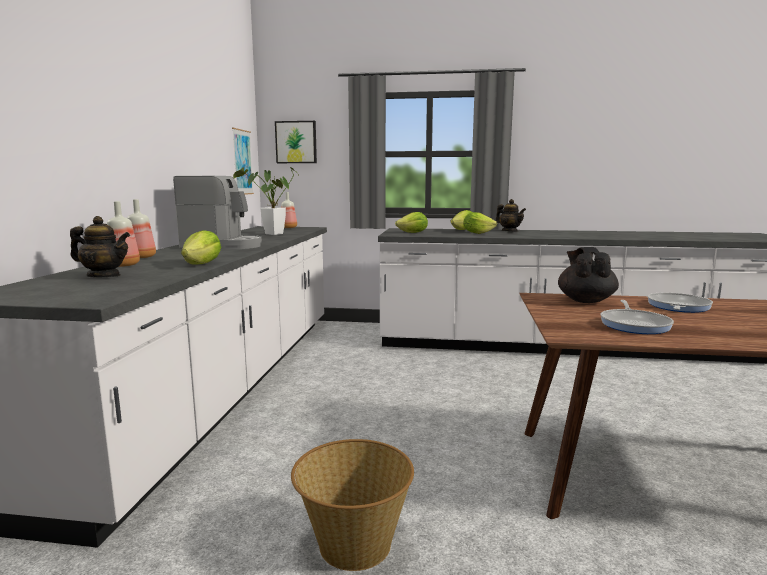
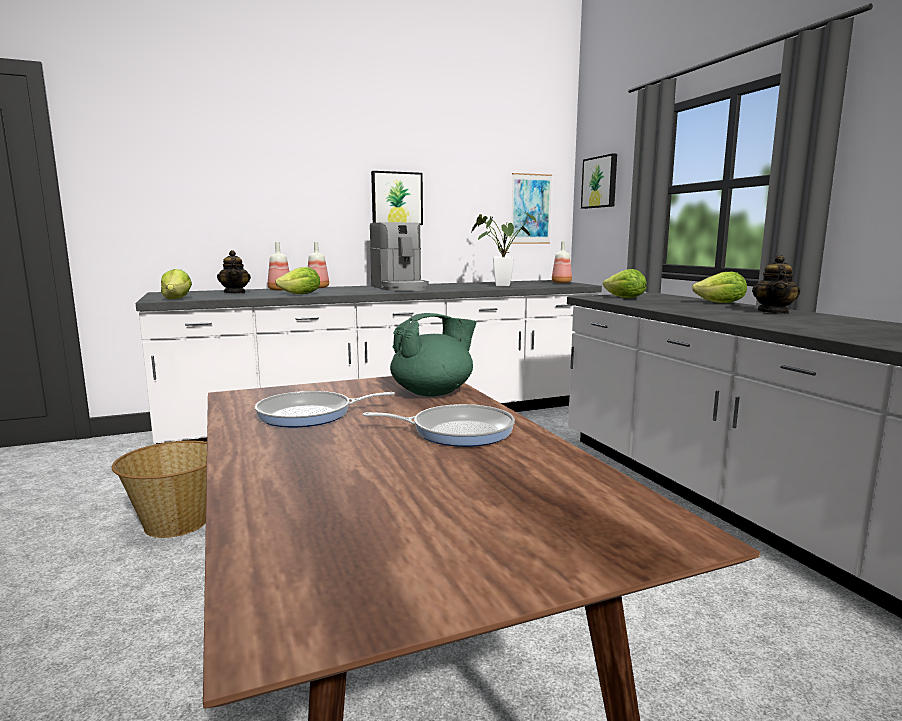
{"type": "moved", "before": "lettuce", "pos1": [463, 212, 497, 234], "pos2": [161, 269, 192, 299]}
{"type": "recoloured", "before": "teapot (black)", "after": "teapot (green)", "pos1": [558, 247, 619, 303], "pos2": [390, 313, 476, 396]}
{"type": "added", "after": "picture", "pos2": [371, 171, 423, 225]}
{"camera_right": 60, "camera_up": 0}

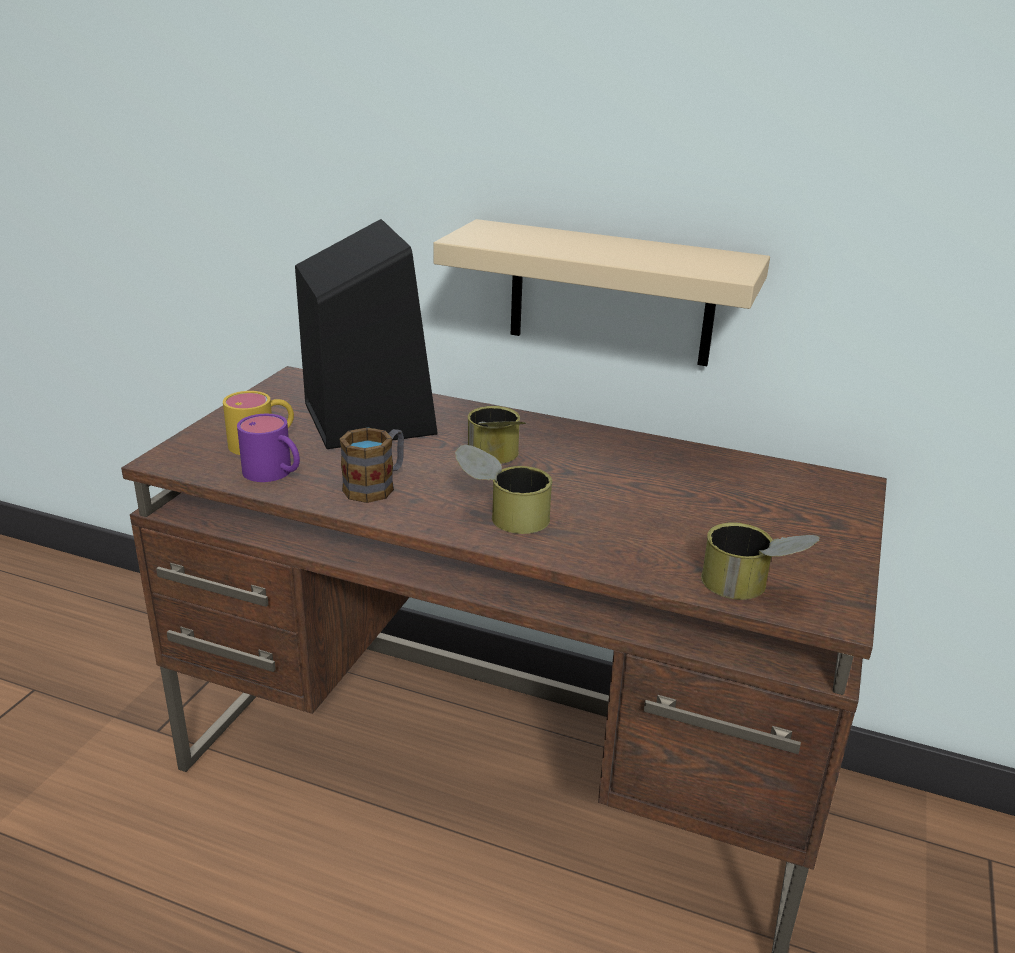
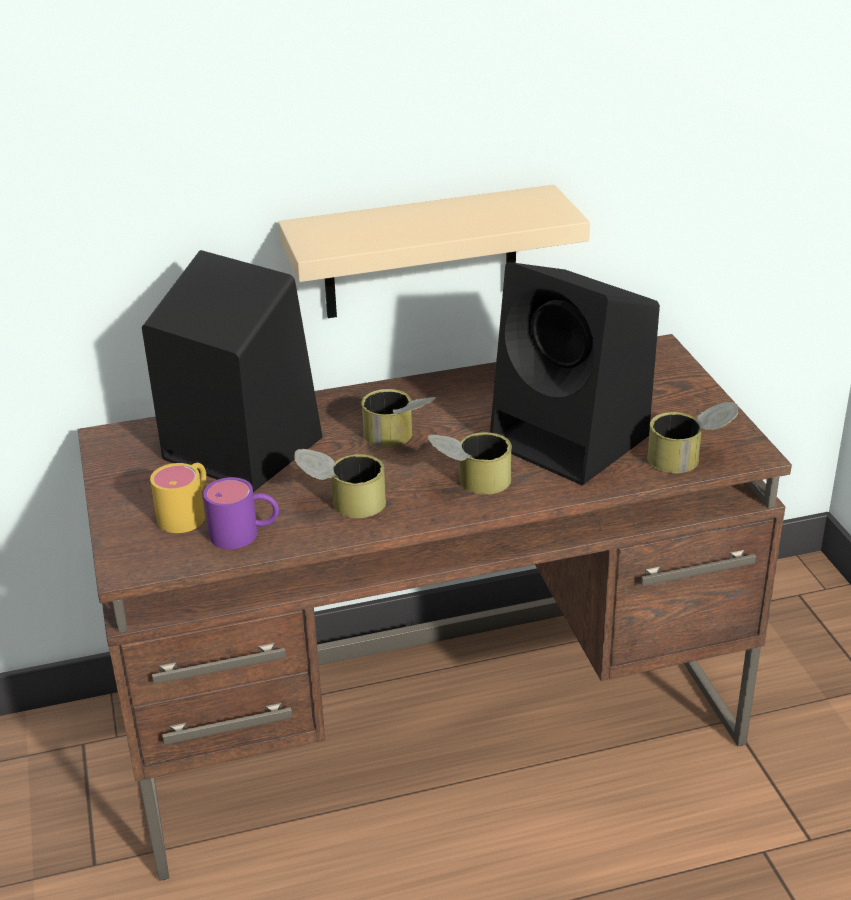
{"type": "replaced", "before": "mug", "after": "can", "pos1": [339, 427, 404, 503], "pos2": [294, 449, 386, 518]}
{"type": "added", "after": "speaker (black)", "pos2": [490, 262, 660, 485]}
{"camera_right": -35, "camera_up": 5}

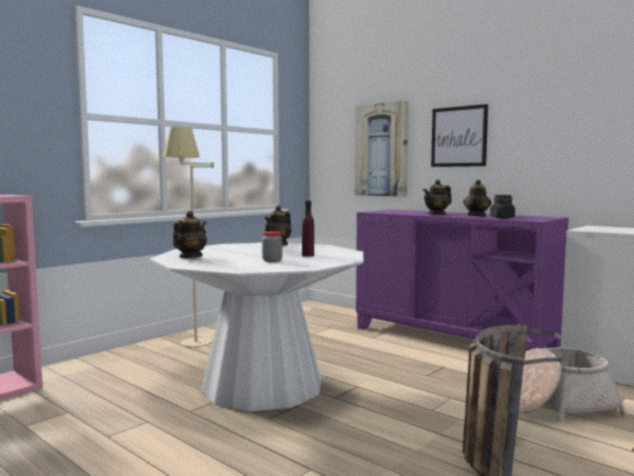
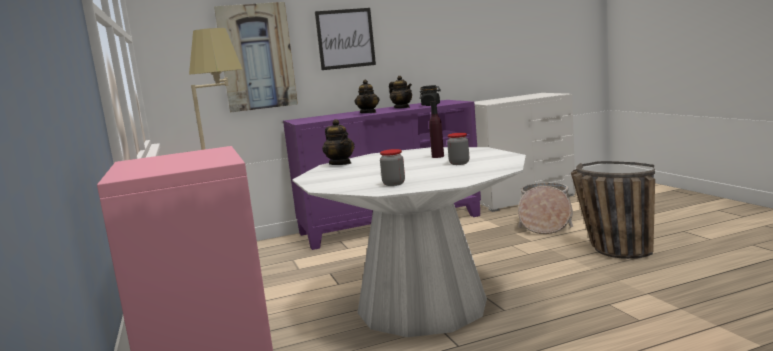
{"type": "replaced", "before": "teapot", "after": "jar", "pos1": [173, 211, 207, 258], "pos2": [380, 149, 405, 186]}
{"camera_right": -60, "camera_up": 5}

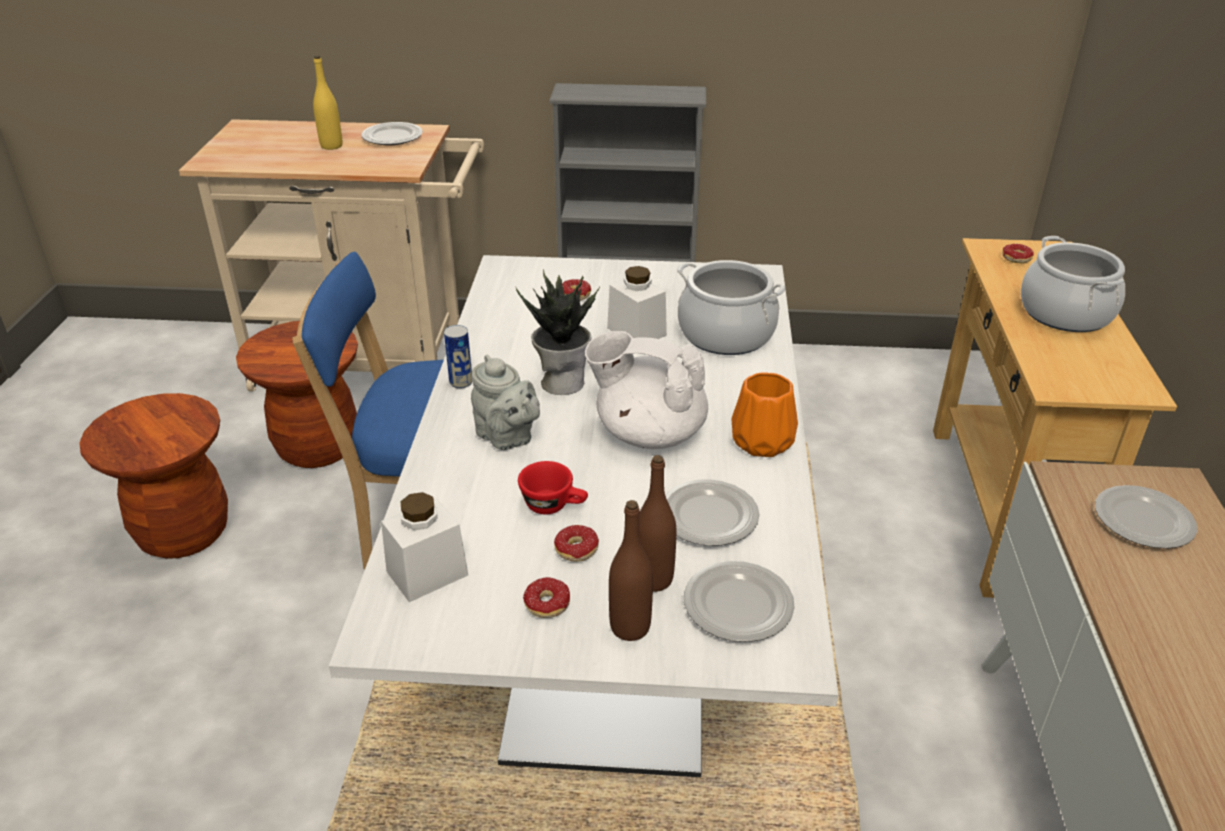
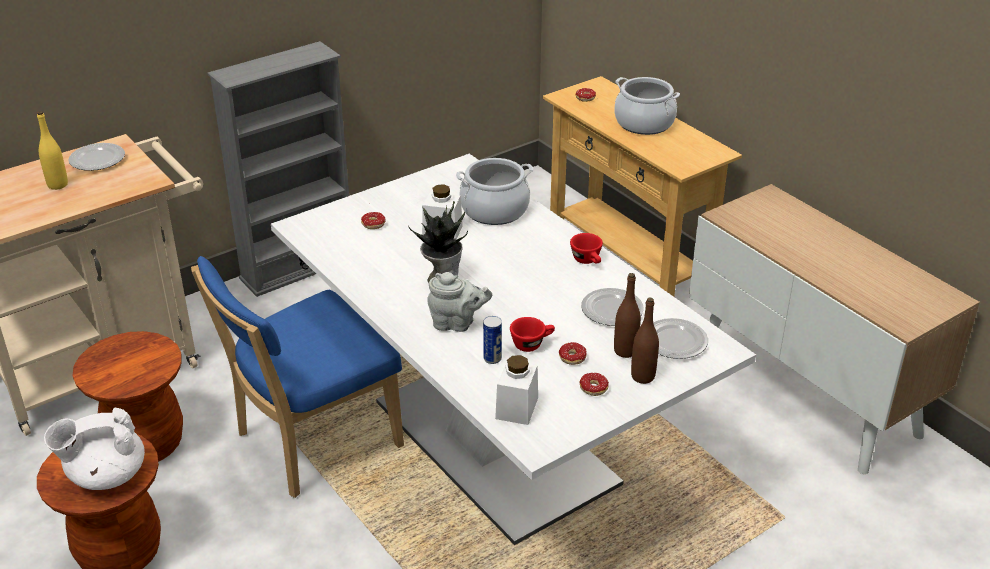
{"type": "moved", "before": "can", "pos1": [444, 325, 472, 389], "pos2": [483, 316, 502, 364]}
{"type": "moved", "before": "teapot (white)", "pos1": [585, 331, 708, 449], "pos2": [44, 408, 145, 490]}
{"type": "replaced", "before": "vase (orange)", "after": "cup (red)", "pos1": [731, 372, 798, 457], "pos2": [570, 233, 603, 264]}
{"type": "removed", "before": "plate", "pos1": [1095, 485, 1197, 549]}
{"camera_right": -40, "camera_up": 0}

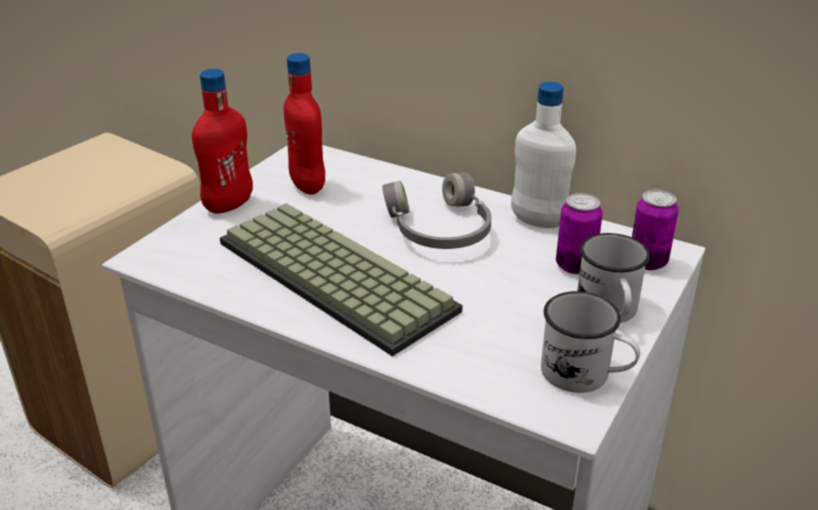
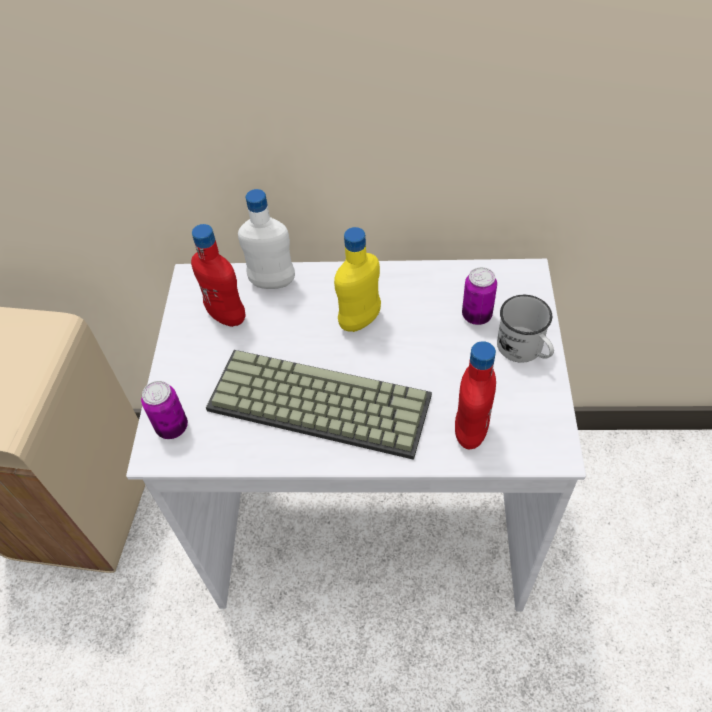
{"type": "moved", "before": "bottle (red)", "pos1": [192, 69, 253, 214], "pos2": [455, 341, 496, 449]}
{"type": "replaced", "before": "headphones (grey)", "after": "bottle (yellow)", "pos1": [383, 172, 491, 249], "pos2": [334, 227, 381, 332]}
{"type": "moved", "before": "bottle (white)", "pos1": [511, 82, 576, 228], "pos2": [238, 189, 295, 289]}
{"type": "removed", "before": "mug (white)", "pos1": [541, 291, 640, 393]}
{"type": "moved", "before": "can", "pos1": [632, 189, 679, 270], "pos2": [141, 381, 188, 439]}
{"camera_right": -25, "camera_up": 20}

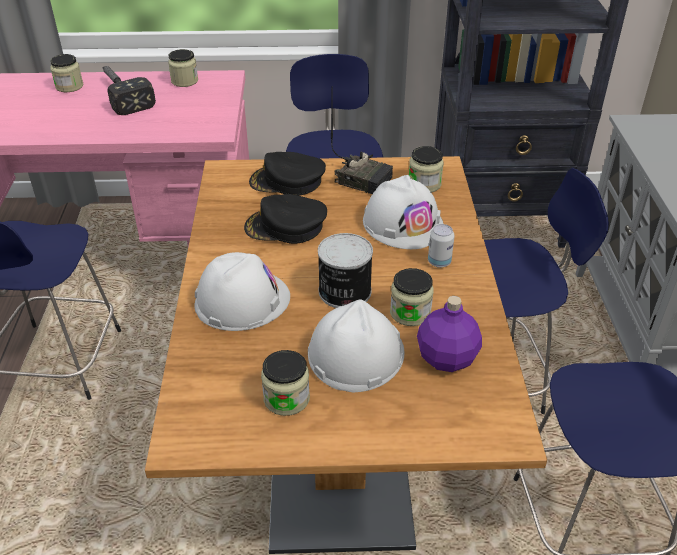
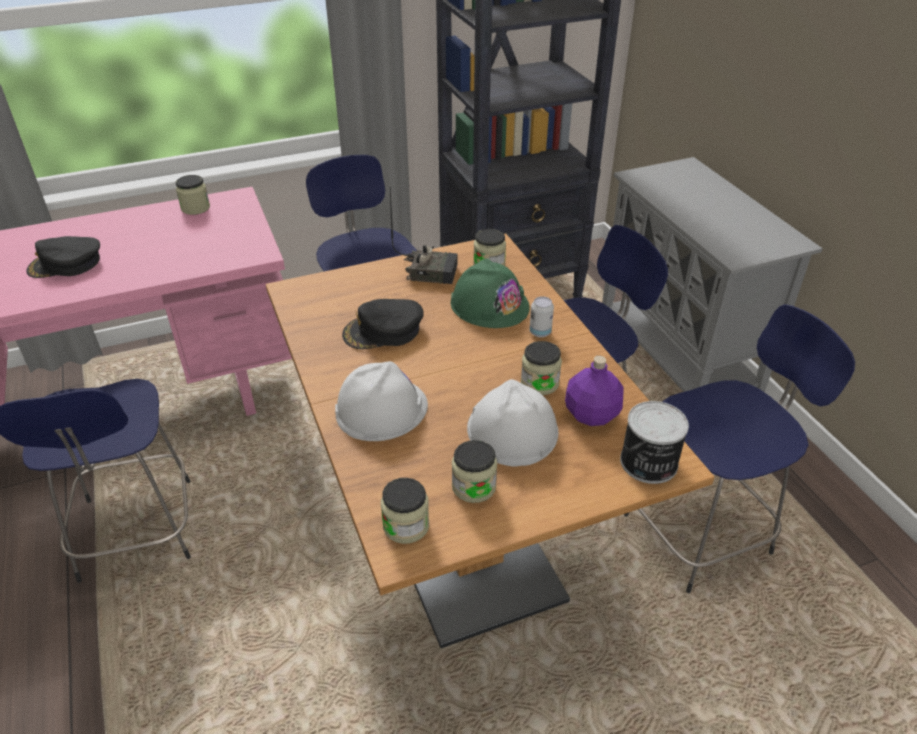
{"type": "moved", "before": "jar", "pos1": [50, 54, 84, 92], "pos2": [381, 478, 429, 544]}
{"type": "removed", "before": "hammer", "pos1": [103, 66, 156, 115]}
{"type": "moved", "before": "cap (black)", "pos1": [249, 152, 326, 196], "pos2": [26, 236, 100, 278]}
{"type": "moved", "before": "can", "pos1": [318, 233, 373, 308], "pos2": [620, 401, 689, 484]}
{"type": "recoloured", "before": "hard hat (white)", "after": "hard hat (green)", "pos1": [363, 175, 444, 249], "pos2": [451, 258, 530, 328]}
{"camera_right": -20, "camera_up": 0}

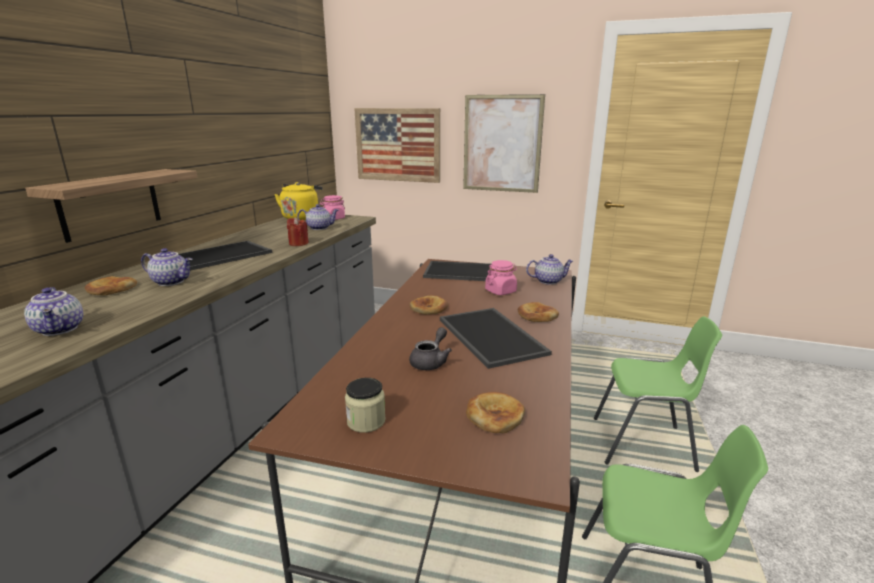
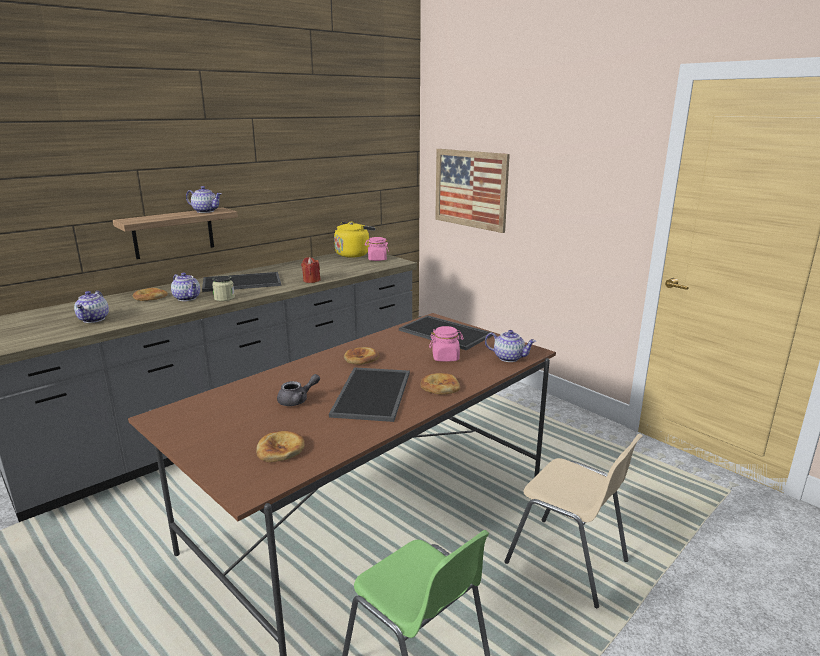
{"type": "moved", "before": "teapot", "pos1": [297, 204, 338, 230], "pos2": [186, 186, 222, 213]}
{"type": "moved", "before": "jar", "pos1": [345, 378, 386, 433], "pos2": [212, 275, 235, 301]}
{"type": "removed", "before": "picture", "pos1": [463, 94, 545, 193]}
{"type": "recoloured", "before": "chair (green)", "after": "chair (beige)", "pos1": [594, 316, 722, 472], "pos2": [504, 434, 643, 608]}
{"camera_right": 30, "camera_up": 0}

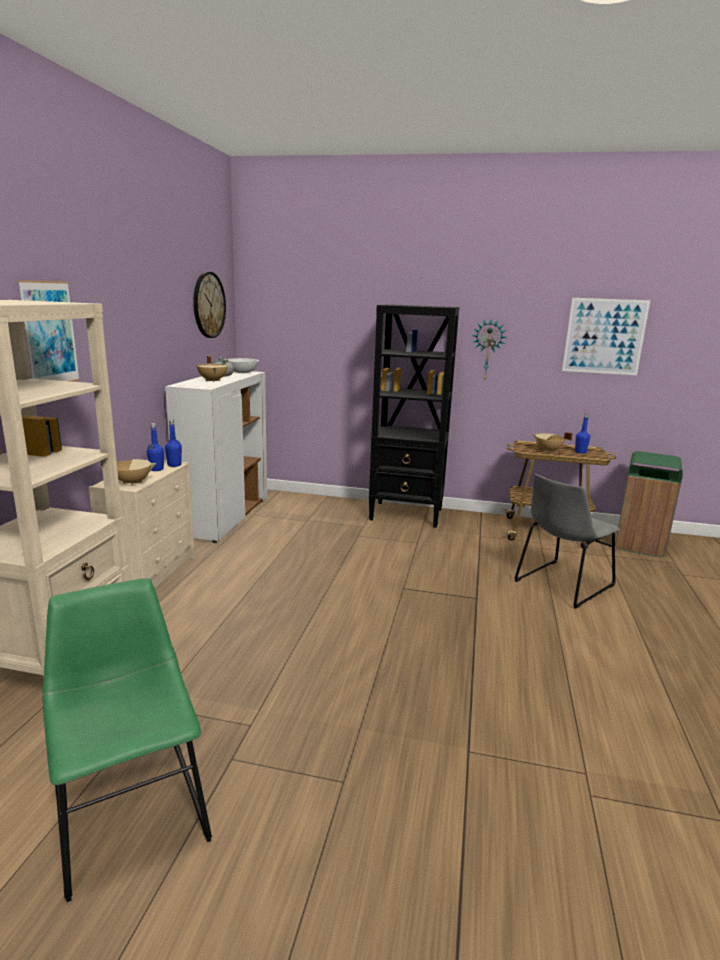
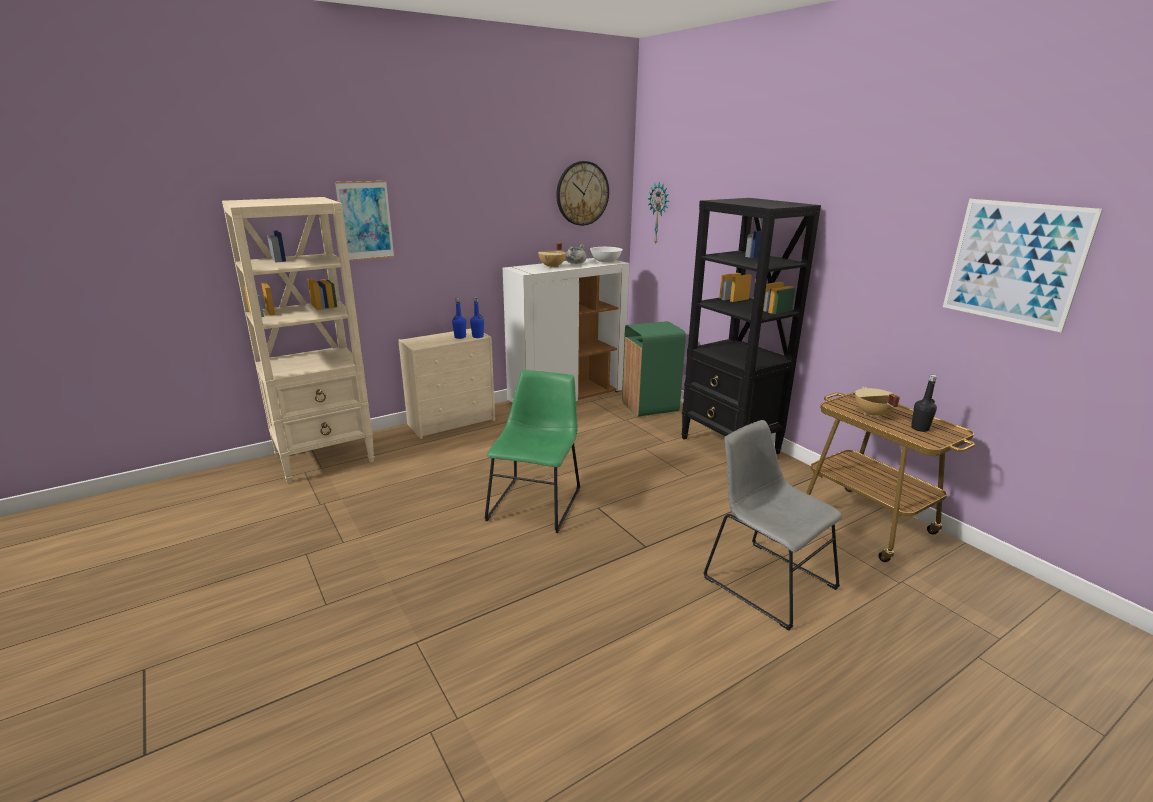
{"type": "moved", "before": "chair (green)", "pos1": [42, 578, 212, 902], "pos2": [484, 370, 580, 533]}
{"type": "removed", "before": "cooking pot (beige)", "pos1": [101, 459, 156, 486]}
{"type": "moved", "before": "wall clock", "pos1": [472, 319, 506, 379], "pos2": [647, 182, 669, 245]}
{"type": "turned", "before": "chair (grey)", "pos1": [514, 474, 620, 609], "pos2": [703, 420, 843, 631], "turn": 45}
{"type": "recoloured", "before": "bottle (blue)", "after": "bottle (black)", "pos1": [575, 414, 590, 454], "pos2": [911, 375, 937, 432]}
{"type": "moved", "before": "trash can (green)", "pos1": [615, 451, 683, 557], "pos2": [622, 321, 686, 417]}
{"camera_right": 45, "camera_up": 5}

